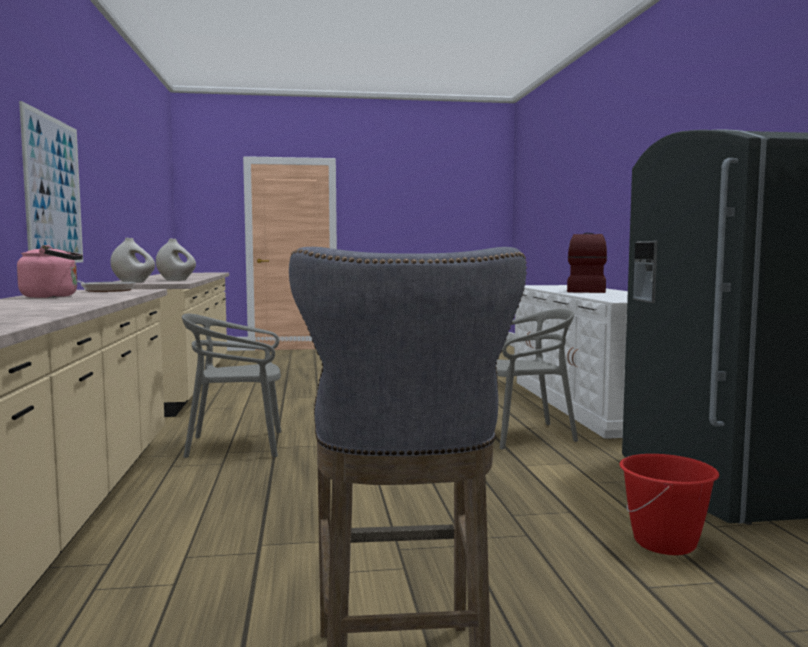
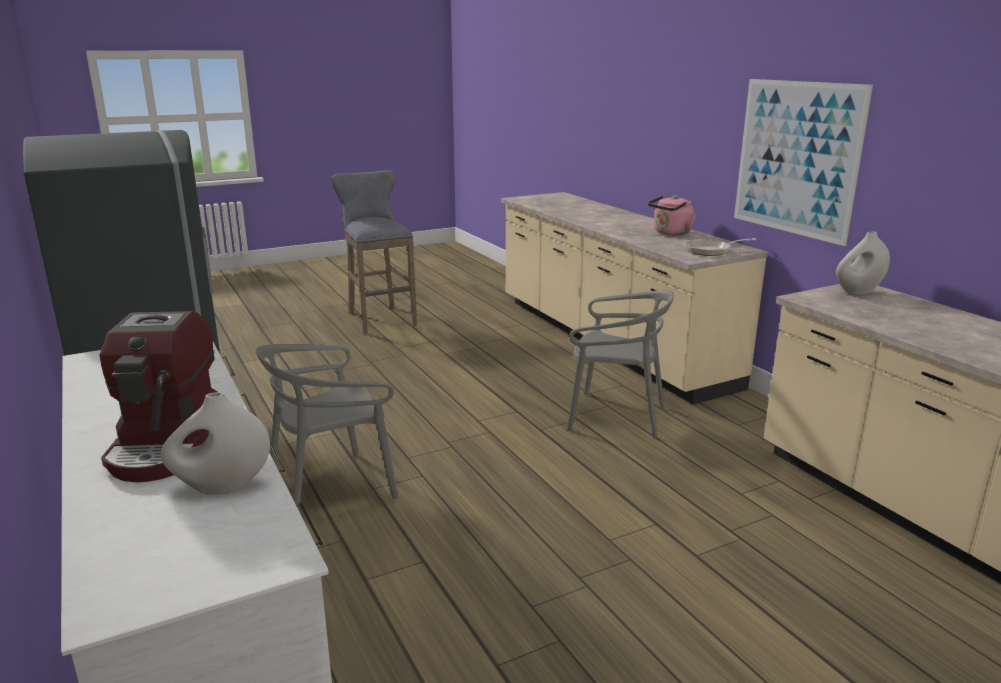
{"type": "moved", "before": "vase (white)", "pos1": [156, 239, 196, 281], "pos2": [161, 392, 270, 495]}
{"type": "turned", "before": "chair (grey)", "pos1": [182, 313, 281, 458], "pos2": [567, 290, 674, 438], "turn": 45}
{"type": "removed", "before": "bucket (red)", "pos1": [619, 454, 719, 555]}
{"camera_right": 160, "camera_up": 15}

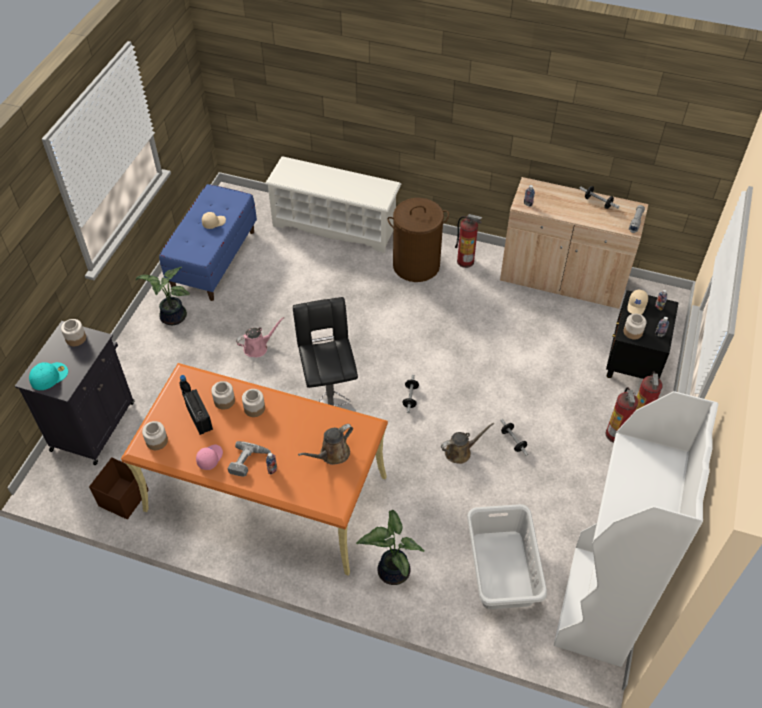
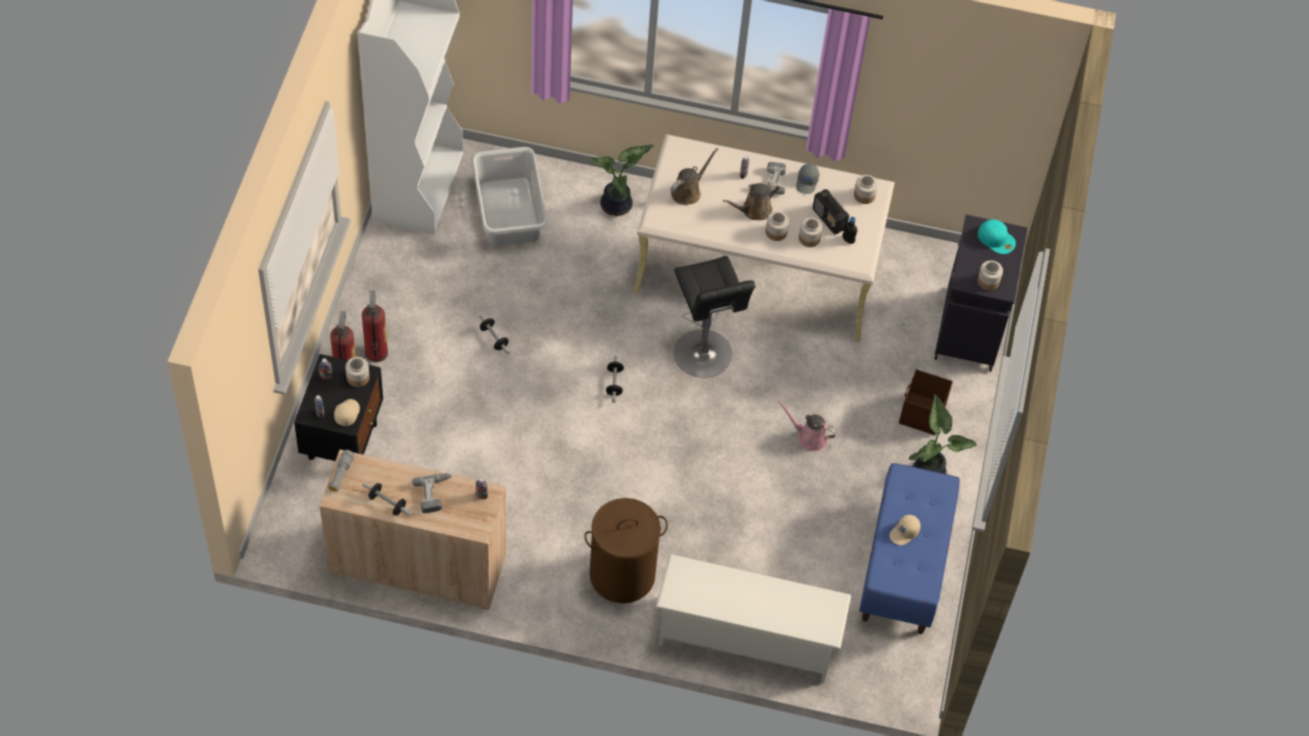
{"type": "turned", "before": "cap (turquoise)", "pos1": [29, 362, 68, 390], "pos2": [978, 219, 1016, 254], "turn": -90}
{"type": "moved", "before": "storage box (brown)", "pos1": [89, 457, 149, 519], "pos2": [899, 369, 953, 435]}
{"type": "recoloured", "before": "desk (orange)", "after": "desk (beige)", "pos1": [121, 363, 388, 576], "pos2": [633, 134, 895, 342]}
{"type": "recoloured", "before": "cap (pink)", "after": "cap (grey)", "pos1": [196, 444, 223, 470], "pos2": [796, 164, 819, 194]}
{"type": "turned", "before": "watering can (pink)", "pos1": [236, 317, 284, 357], "pos2": [778, 401, 837, 452], "turn": 60}
{"type": "moved", "before": "watering can (brown)", "pos1": [441, 423, 494, 464], "pos2": [723, 182, 780, 220]}
{"type": "removed", "before": "fire extinguisher", "pos1": [455, 214, 482, 268]}
{"type": "added", "after": "power drill", "pos2": [412, 474, 452, 513]}
{"camera_right": 170, "camera_up": 5}

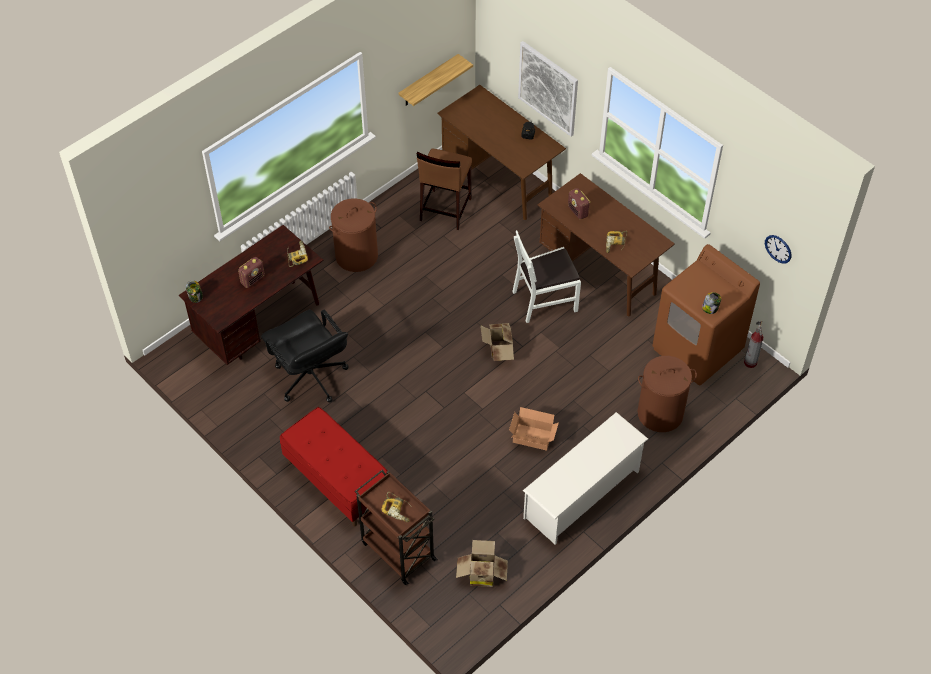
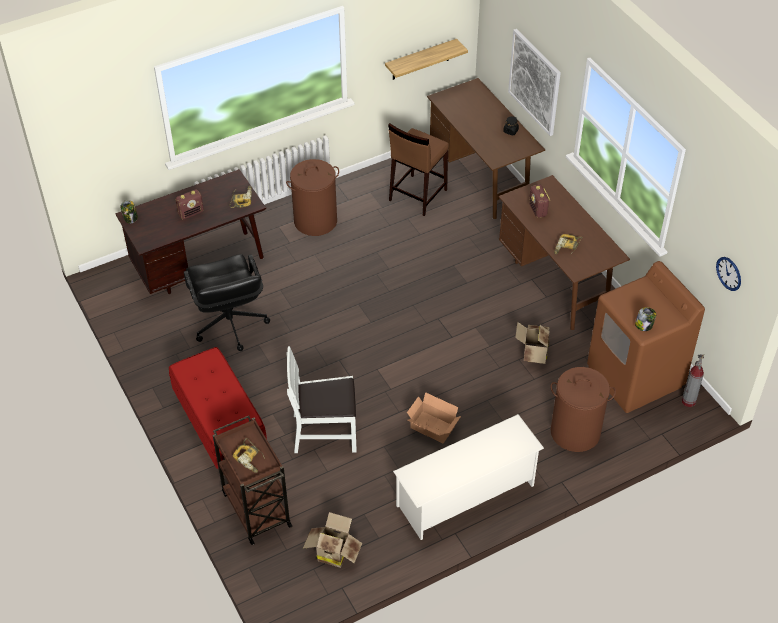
{"type": "moved", "before": "cardboard box", "pos1": [480, 323, 514, 361], "pos2": [515, 322, 550, 364]}
{"type": "moved", "before": "chair (white)", "pos1": [512, 230, 581, 323], "pos2": [287, 346, 357, 453]}
{"camera_right": 15, "camera_up": -5}

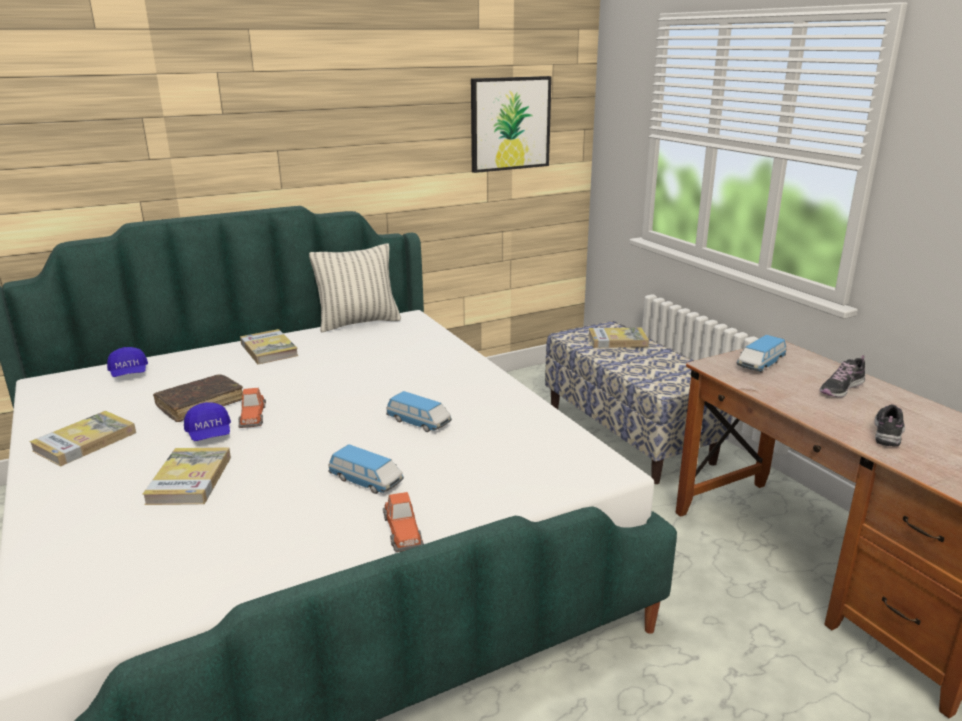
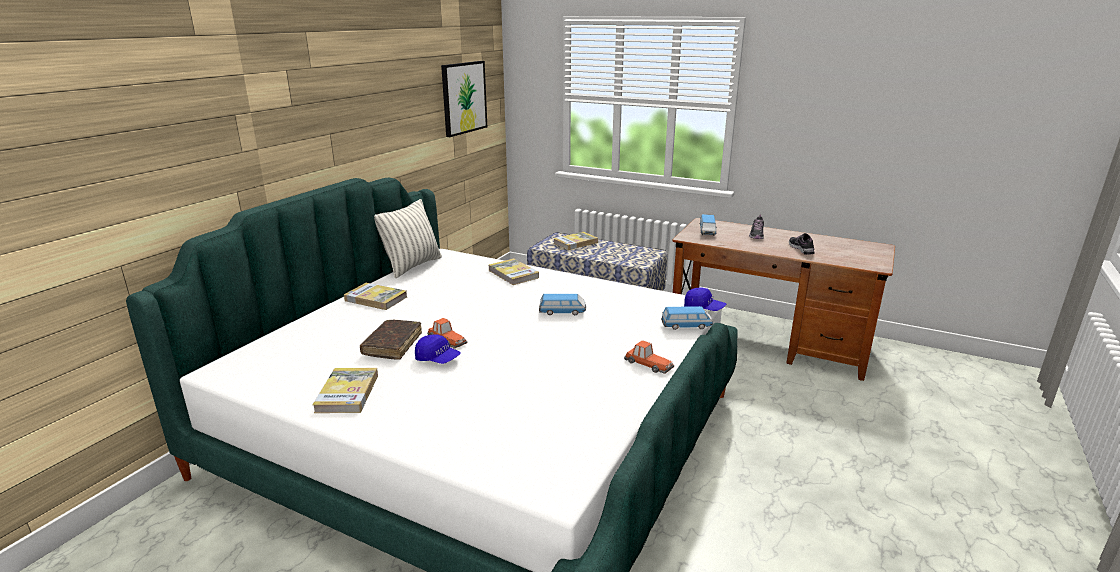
{"type": "moved", "before": "cap (blue)", "pos1": [107, 347, 148, 377], "pos2": [684, 288, 726, 311]}
{"type": "moved", "before": "book", "pos1": [142, 447, 231, 505], "pos2": [488, 258, 539, 285]}
{"type": "moved", "before": "toy car", "pos1": [328, 444, 404, 494], "pos2": [661, 306, 713, 330]}
{"camera_right": -35, "camera_up": 0}

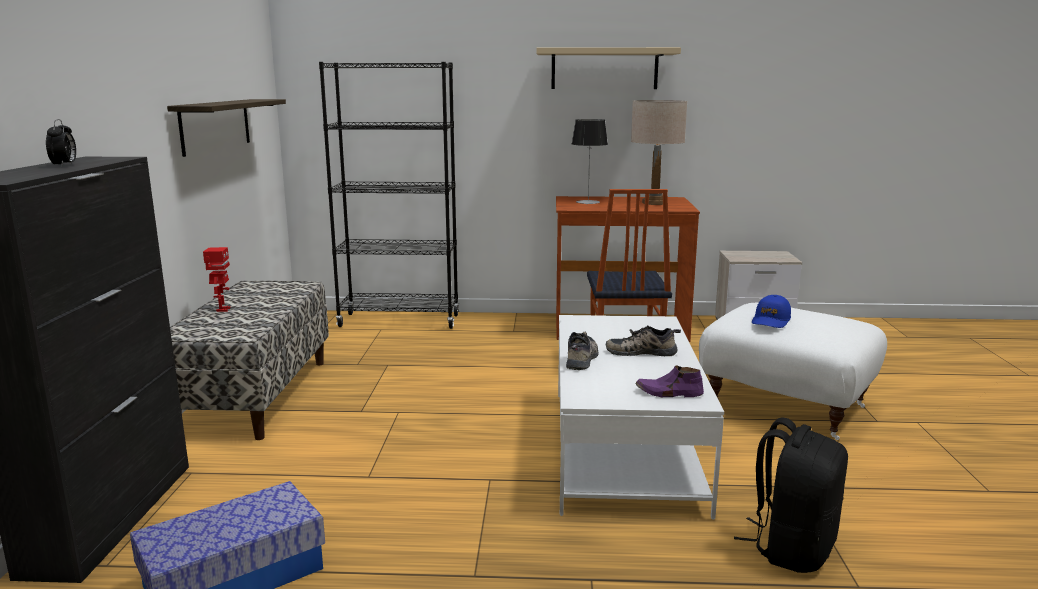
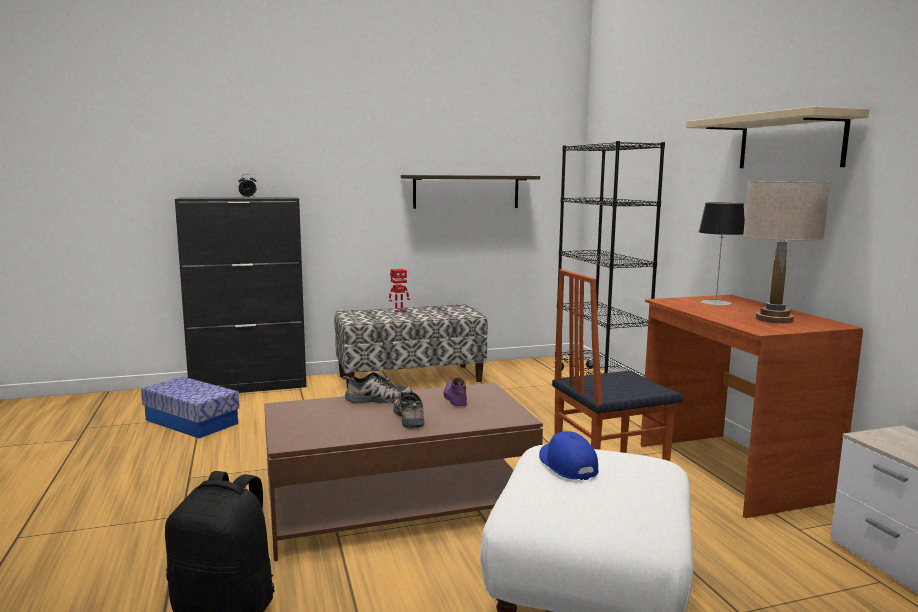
{"type": "recoloured", "before": "coffee table (white)", "after": "coffee table (brown)", "pos1": [558, 315, 724, 520], "pos2": [264, 383, 543, 561]}
{"type": "moved", "before": "shoe (purple)", "pos1": [636, 365, 704, 397], "pos2": [444, 378, 467, 406]}
{"type": "turned", "before": "cap (blue)", "pos1": [752, 295, 791, 328], "pos2": [539, 431, 599, 480], "turn": 60}
{"camera_right": 70, "camera_up": -5}

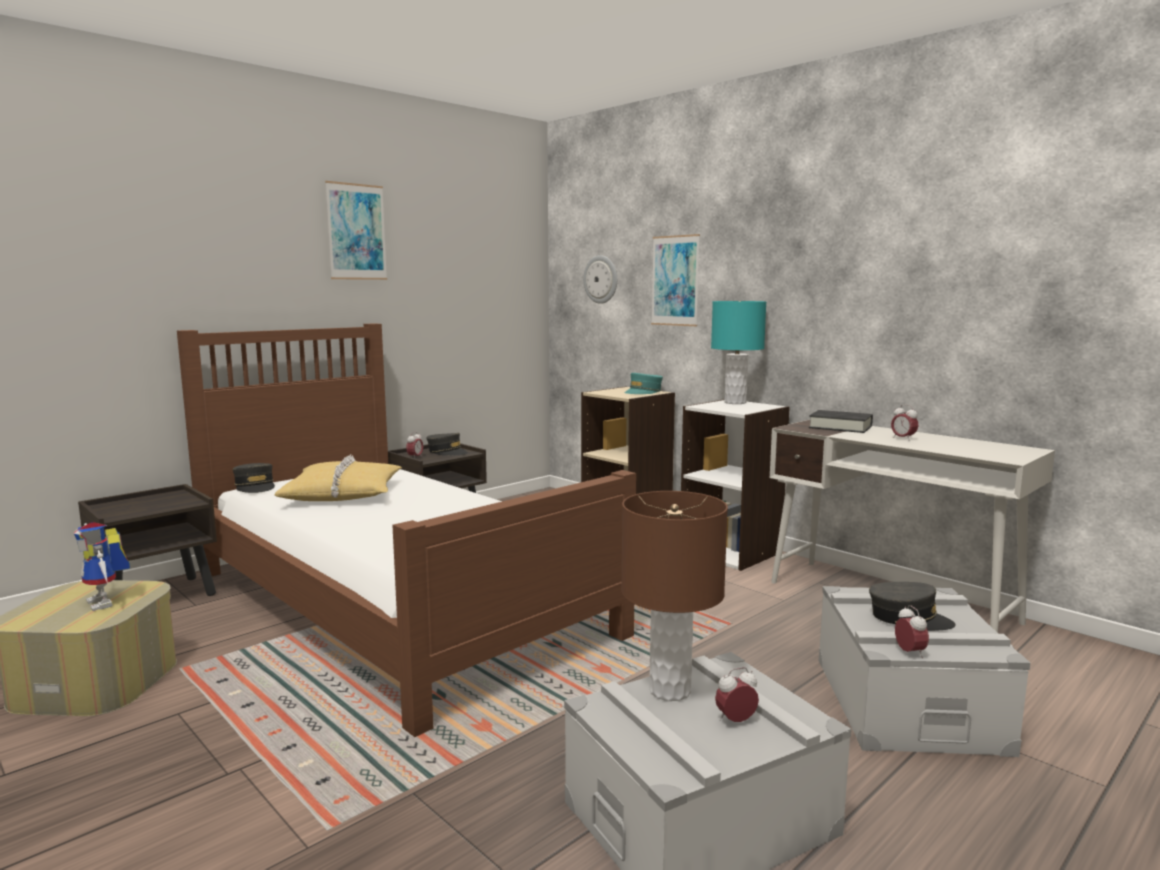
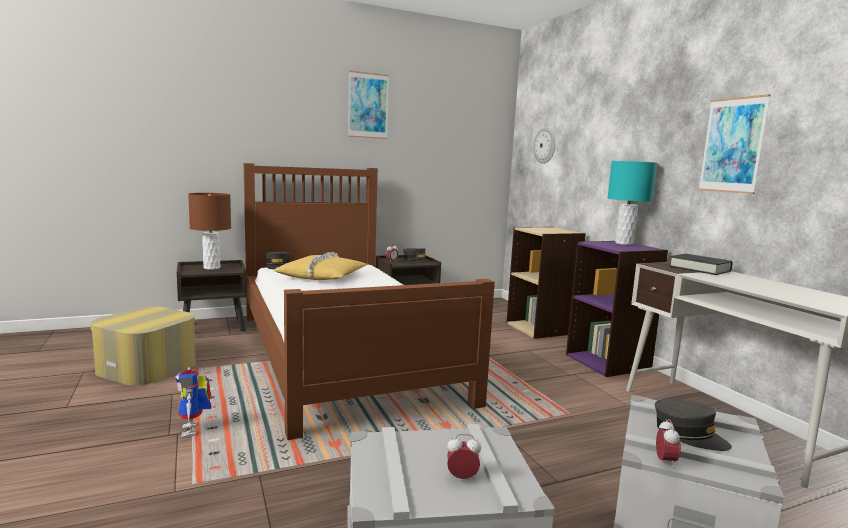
{"type": "moved", "before": "toy robot", "pos1": [74, 522, 130, 611], "pos2": [175, 367, 211, 438]}
{"type": "moved", "before": "table lamp (brown)", "pos1": [621, 491, 728, 701], "pos2": [188, 193, 231, 269]}
{"type": "removed", "before": "cap (turquoise)", "pos1": [624, 373, 663, 394]}
{"type": "moved", "before": "picture", "pos1": [651, 234, 700, 326], "pos2": [698, 94, 771, 194]}
{"type": "recoloured", "before": "bookcase (white)", "after": "bookcase (purple)", "pos1": [681, 399, 790, 571], "pos2": [566, 241, 668, 377]}
{"type": "removed", "before": "alarm clock", "pos1": [891, 404, 918, 441]}
{"camera_right": 20, "camera_up": 0}

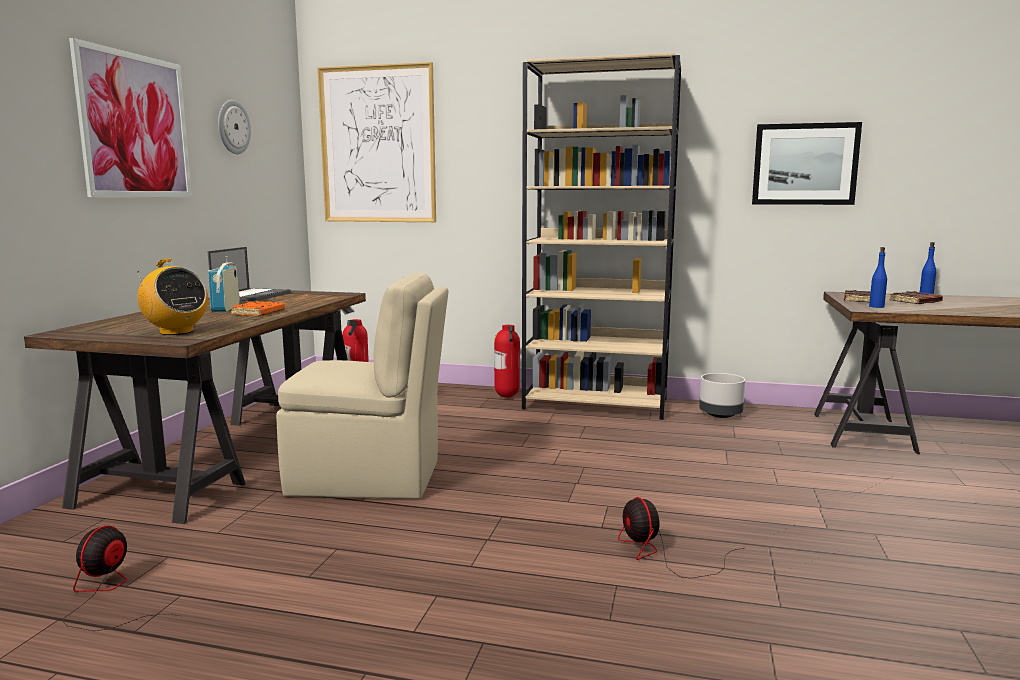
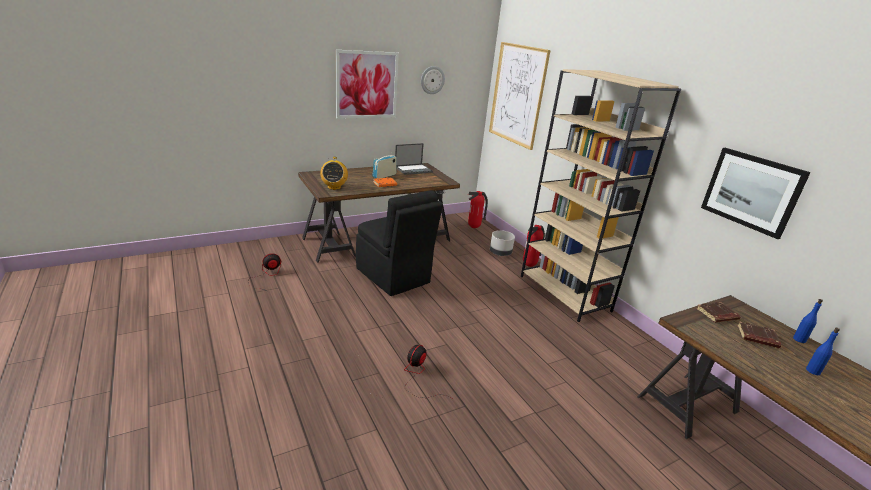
{"type": "recoloured", "before": "chair (beige)", "after": "chair (black)", "pos1": [276, 273, 448, 499], "pos2": [356, 190, 443, 296]}
{"type": "moved", "before": "planter (grey)", "pos1": [699, 373, 745, 418], "pos2": [490, 230, 515, 256]}
{"type": "moved", "before": "bottle (blue)", "pos1": [869, 247, 887, 308], "pos2": [806, 328, 840, 375]}
{"camera_right": 45, "camera_up": 15}

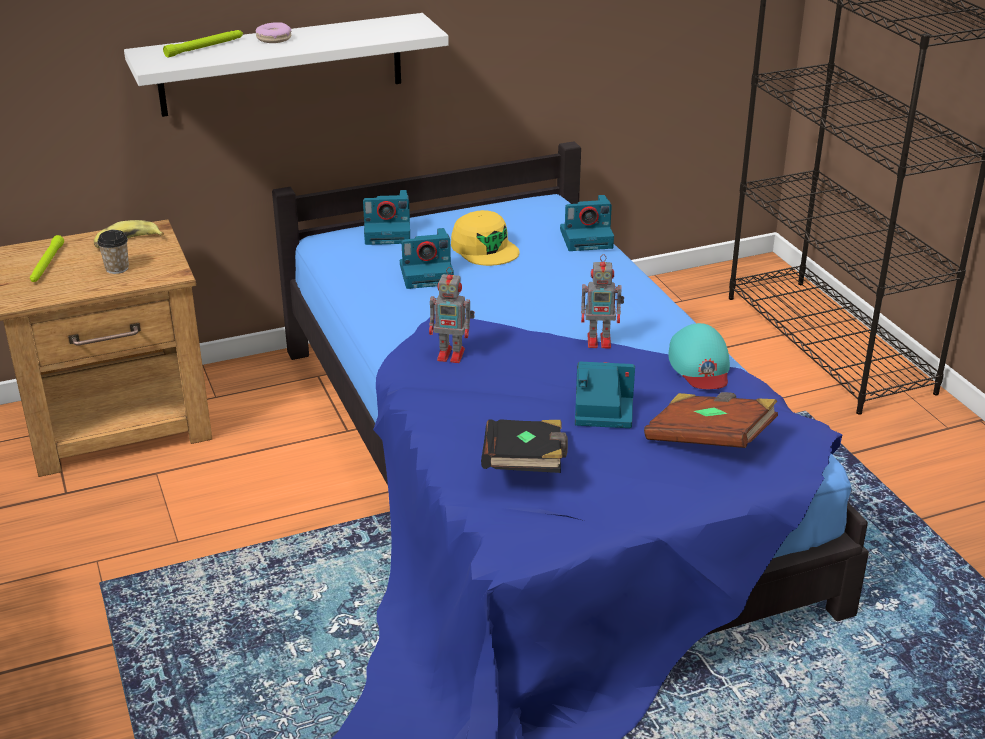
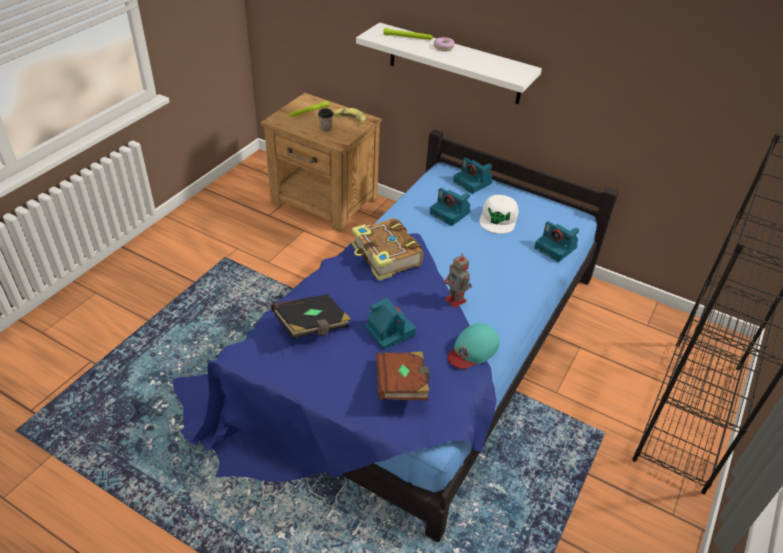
{"type": "replaced", "before": "toy robot", "after": "book", "pos1": [429, 267, 475, 363], "pos2": [352, 218, 423, 281]}
{"type": "recoloured", "before": "cap (yellow)", "after": "cap (white)", "pos1": [451, 210, 519, 266], "pos2": [479, 195, 519, 234]}
{"camera_right": 50, "camera_up": 10}

